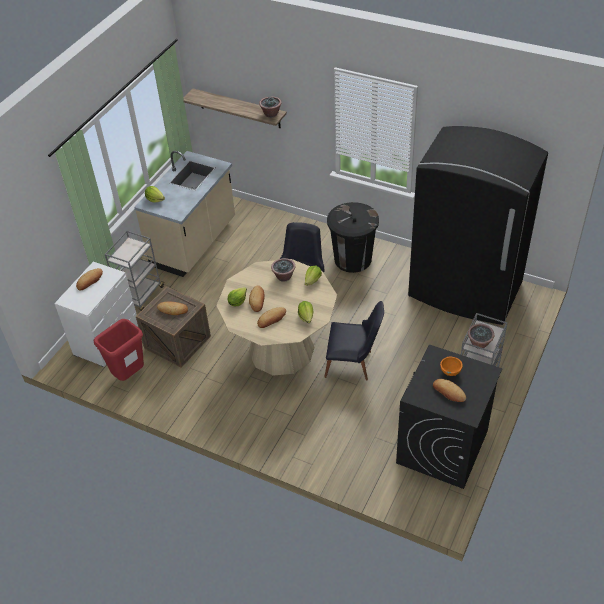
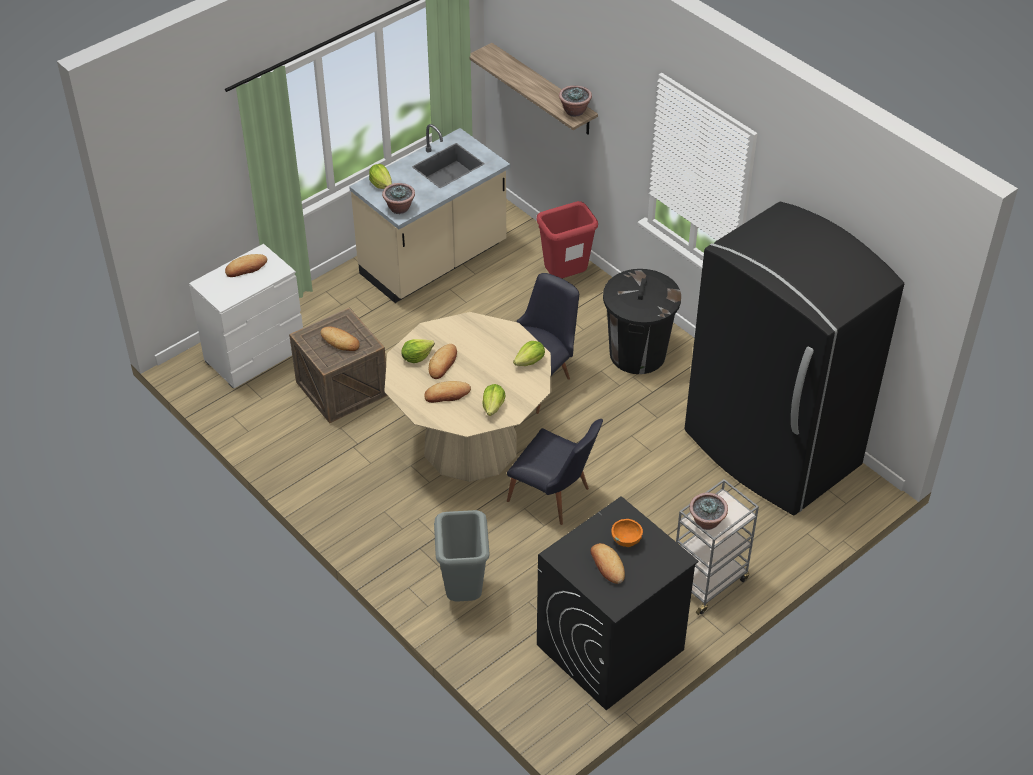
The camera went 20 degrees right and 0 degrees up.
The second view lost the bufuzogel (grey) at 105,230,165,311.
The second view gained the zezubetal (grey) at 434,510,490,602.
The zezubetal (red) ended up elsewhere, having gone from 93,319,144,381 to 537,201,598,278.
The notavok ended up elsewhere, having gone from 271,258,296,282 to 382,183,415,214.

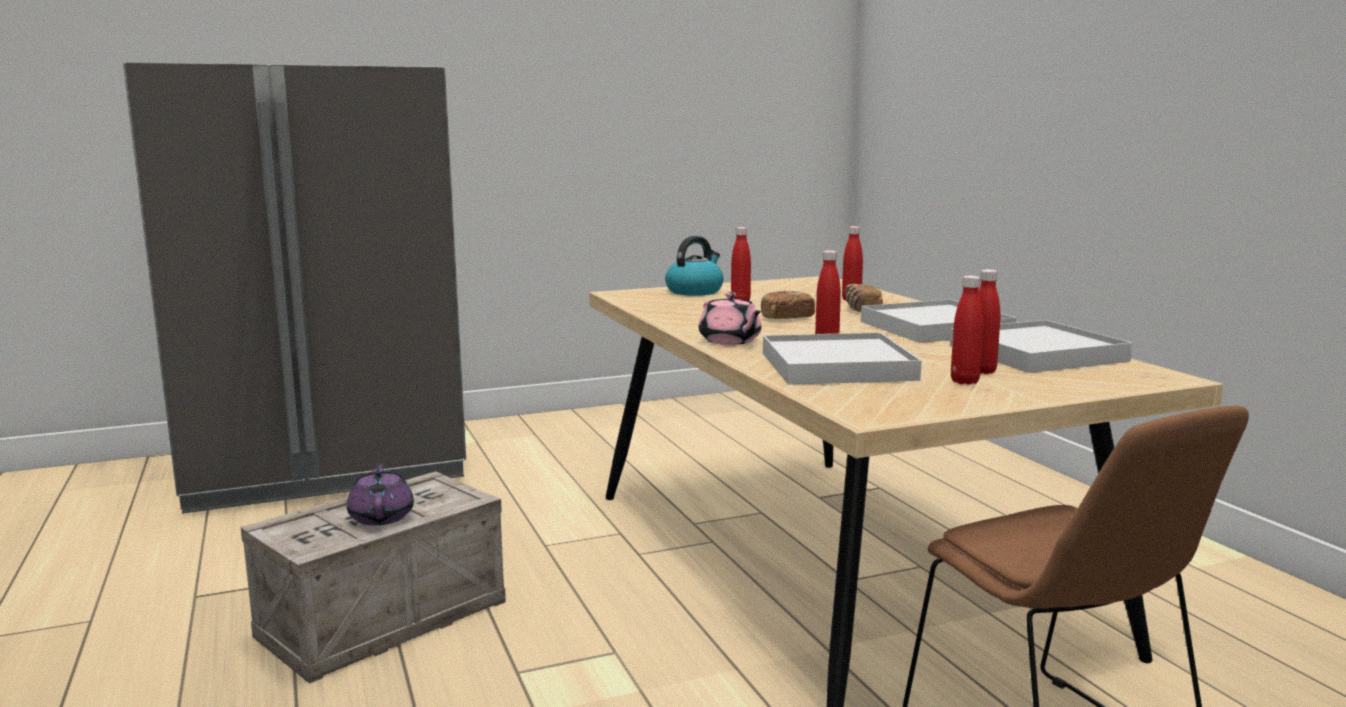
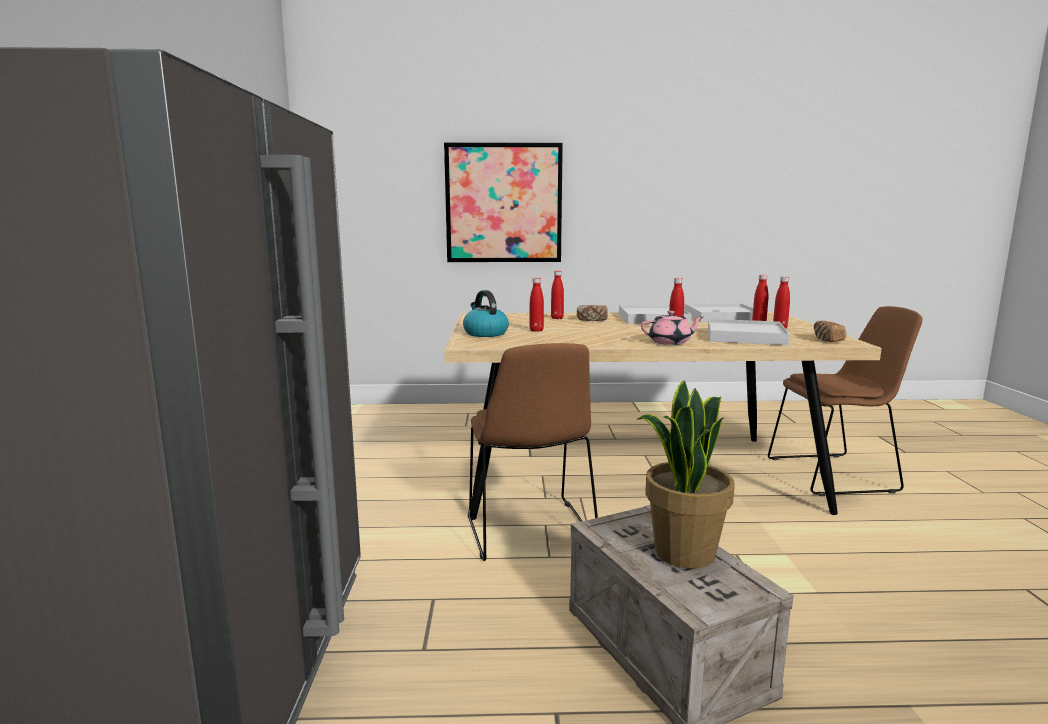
The camera went 70 degrees left and 0 degrees up.
The second view gained the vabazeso at 444,142,563,262.
The second view gained the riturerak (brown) at 468,343,598,561.
The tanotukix ended up elsewhere, having gone from 761,291,815,319 to 814,321,847,342.
Where the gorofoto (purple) stood at 347,462,414,525, the notavok came to stand at 638,381,735,569.

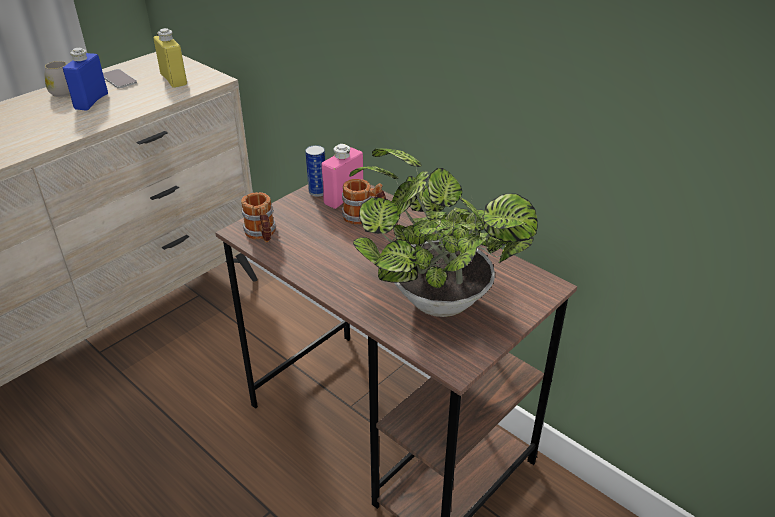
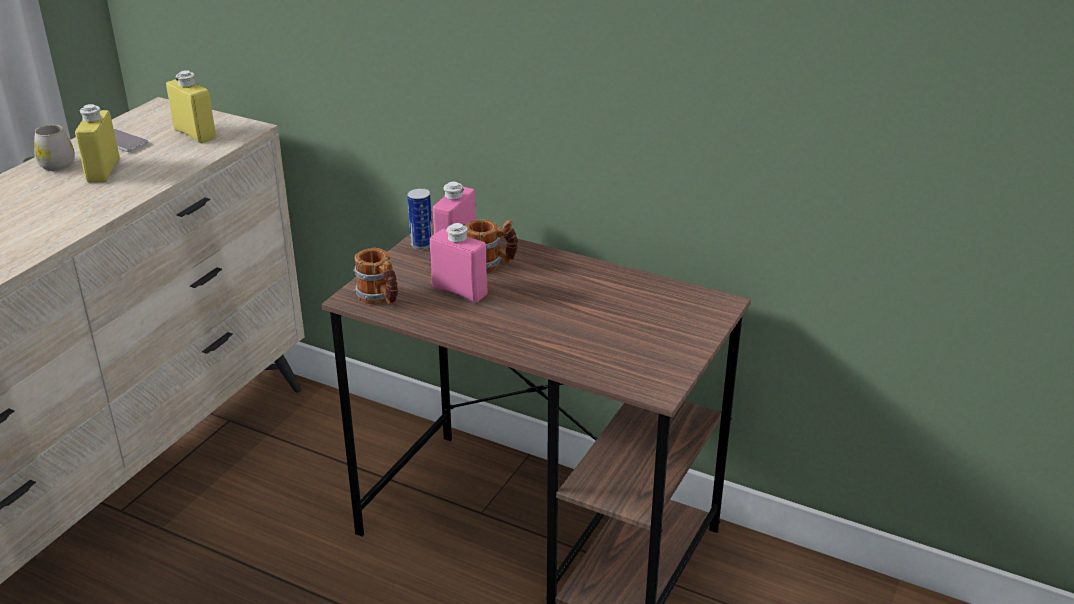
The camera went 15 degrees left and 5 degrees down.
The second view lost the notavok at 349,148,538,317.
The second view gained the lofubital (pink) at 430,223,487,302.
What was the lofubital (blue) at 63,48,108,110 turned into the lofubital (yellow) at 75,104,120,183.

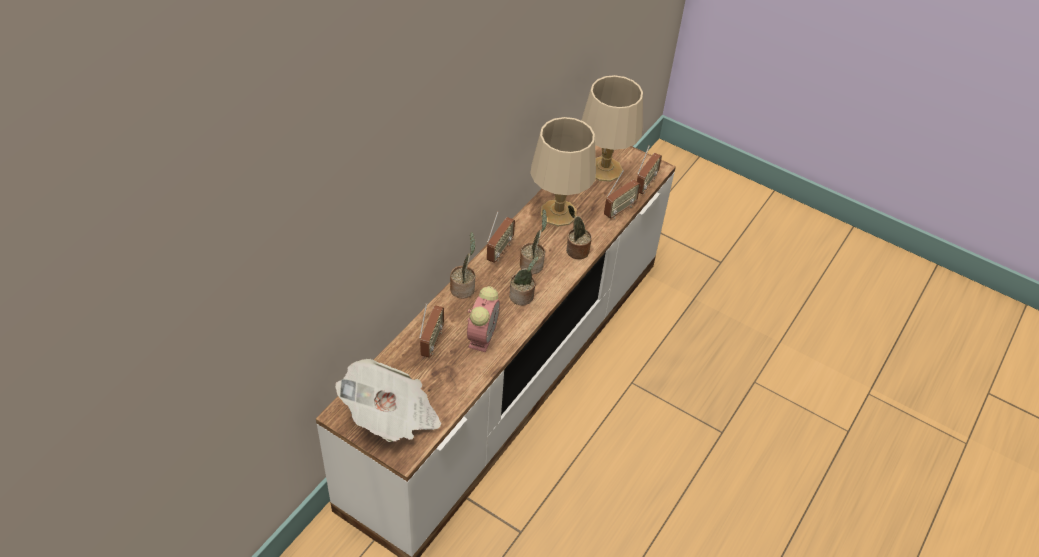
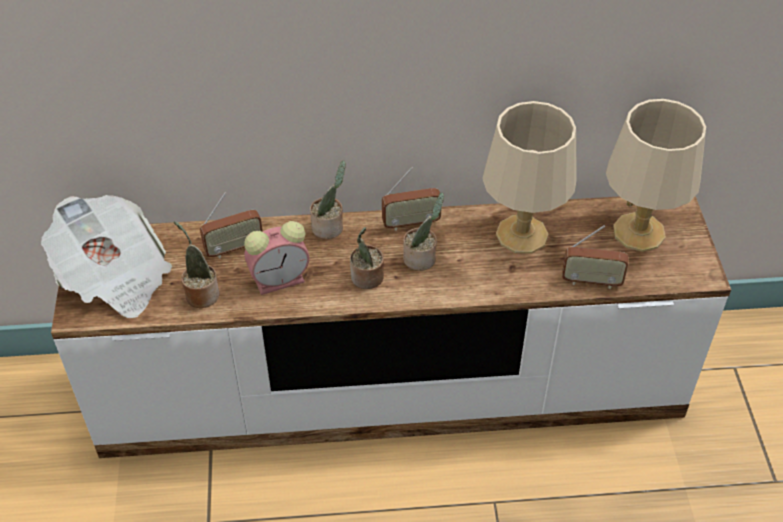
The camera went 55 degrees right and 0 degrees up.
The second view lost the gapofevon at 637,145,662,194.
The notavok ended up elsewhere, having gone from 566,205,592,259 to 174,221,220,308.

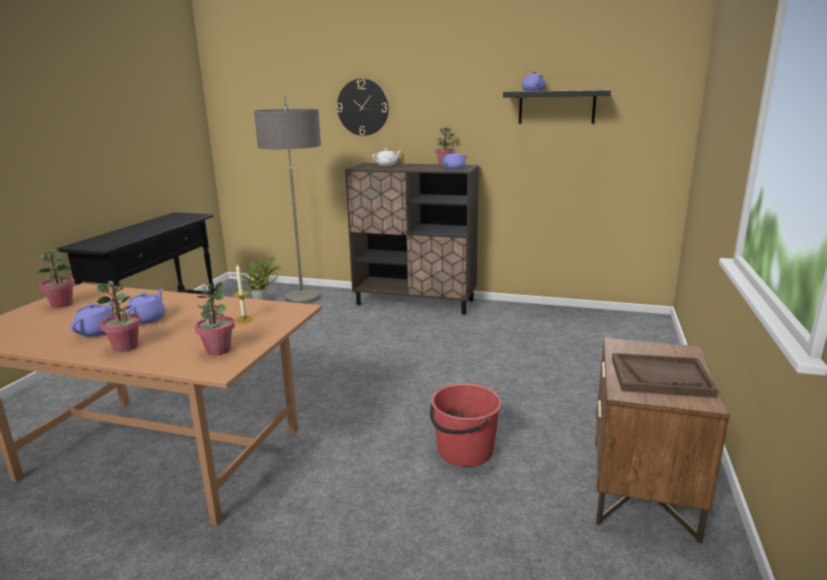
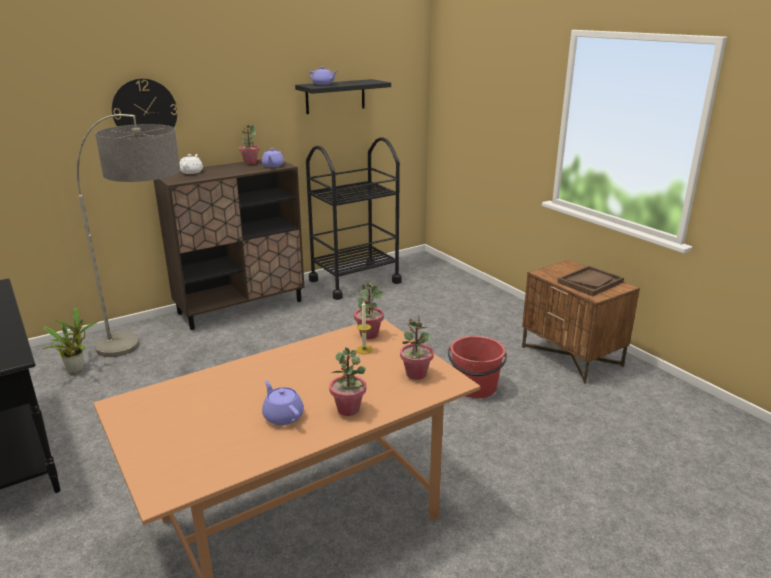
The camera went 50 degrees left and 5 degrees up.
The second view lost the gorofoto (purple) at 126,289,166,324.
The second view gained the bufuzogel (black) at 306,137,402,300.
The notavok ended up elsewhere, having gone from 38,249,75,308 to 354,282,384,339.

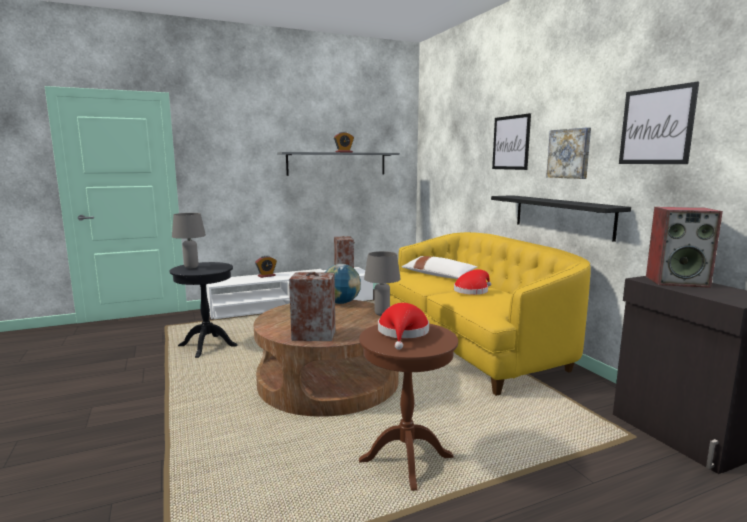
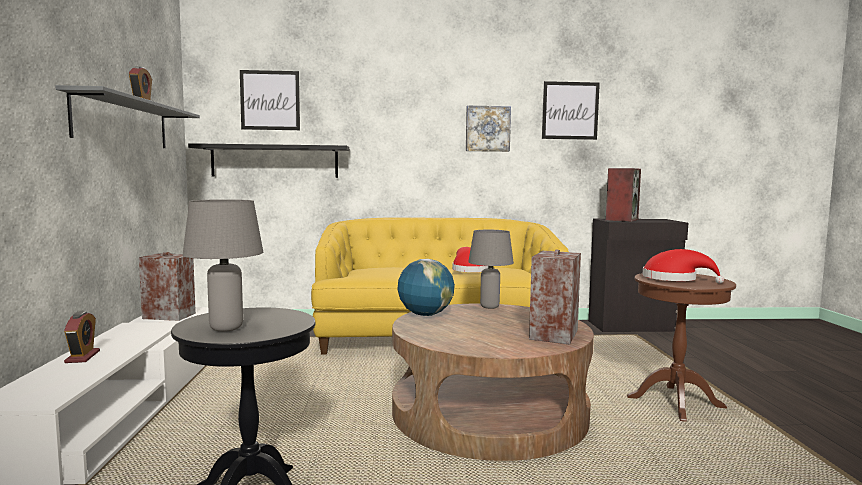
The camera went 70 degrees left and 5 degrees down.
The second view lost the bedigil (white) at 402,256,477,279.
The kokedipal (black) ended up elsewhere, having gone from 491,195,631,242 to 188,143,349,178.
The vabazeso ended up elsewhere, having gone from 492,113,531,170 to 240,70,300,130.

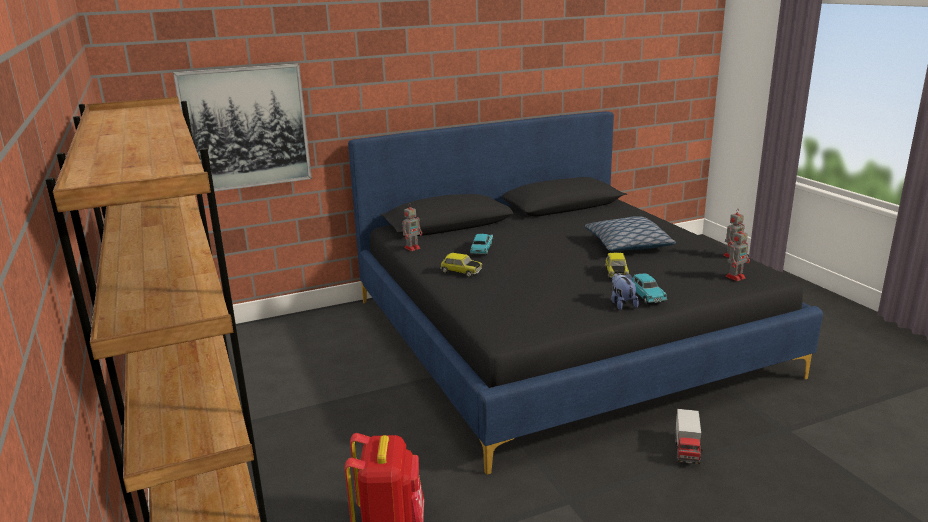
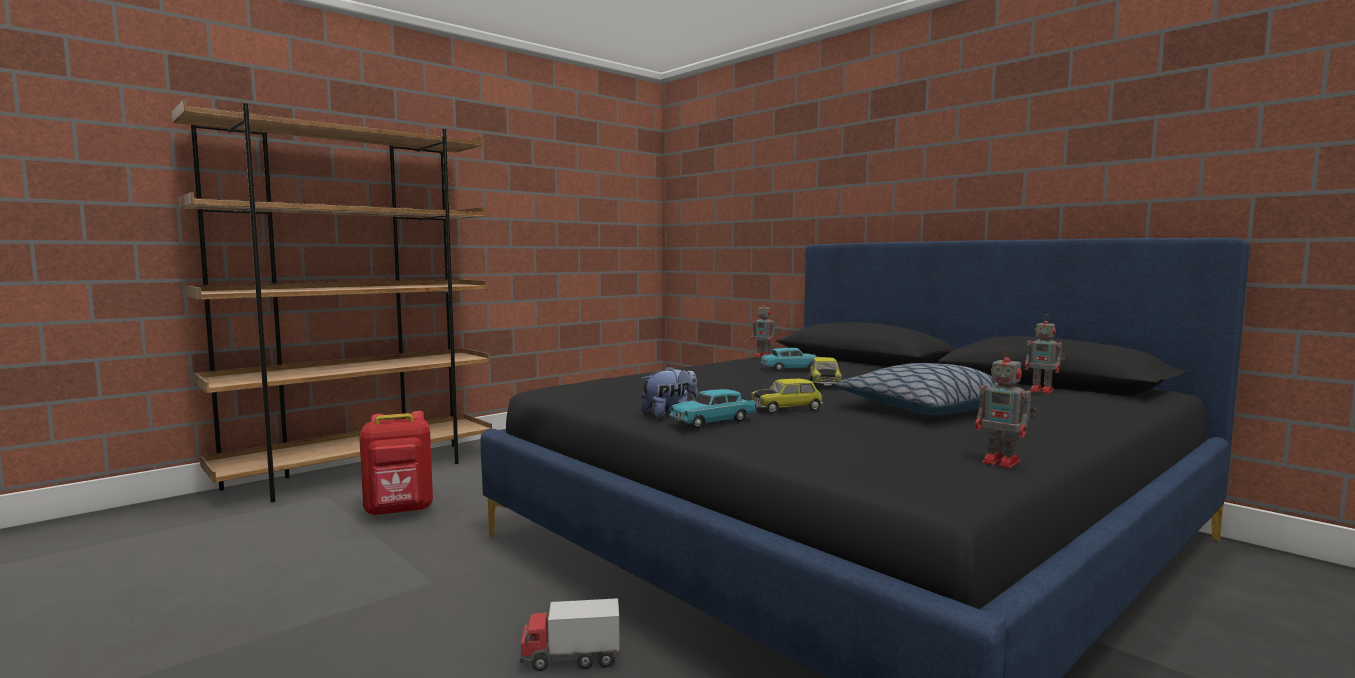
The camera went 70 degrees right and 15 degrees down.
The second view lost the vabazeso at 173,63,312,191.
The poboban ended up elsewhere, having gone from 440,253,482,277 to 809,357,842,387.
The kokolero ended up elsewhere, having gone from 725,226,750,281 to 1025,314,1065,394.

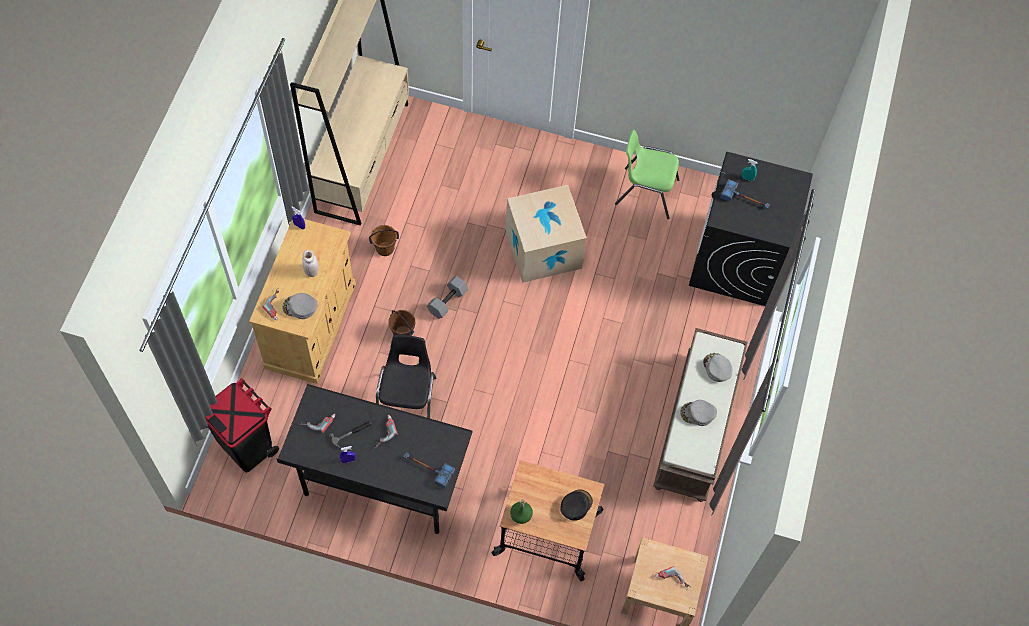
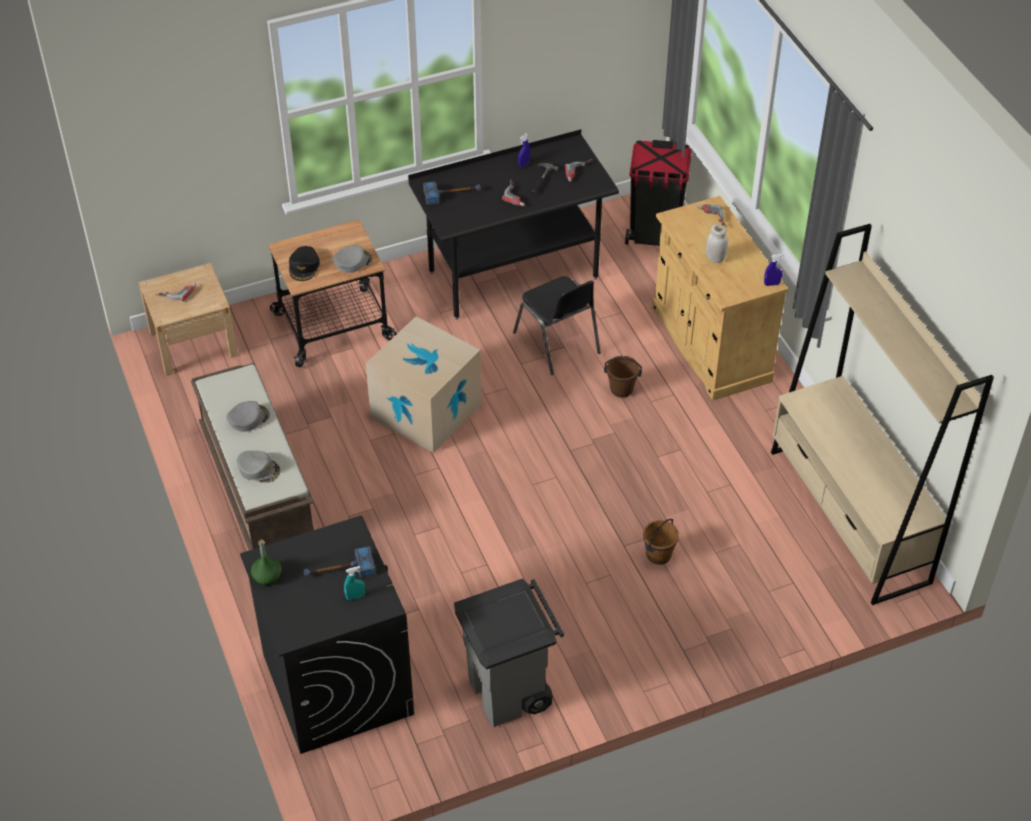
The camera went 145 degrees right and 15 degrees down.
The second view lost the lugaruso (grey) at 427,276,468,319.
The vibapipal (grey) ended up elsewhere, having gone from 282,293,318,319 to 332,245,373,273.
The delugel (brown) ended up elsewhere, having gone from 369,225,399,256 to 643,519,679,565.
The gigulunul ended up elsewhere, having gone from 506,185,587,283 to 366,316,481,453.
The lofubital (green) ended up elsewhere, having gone from 510,499,533,524 to 251,540,281,586.
Where the riturerak (green) stood at 615,130,679,219, the zezubetal (grey) came to stand at 454,579,564,727.

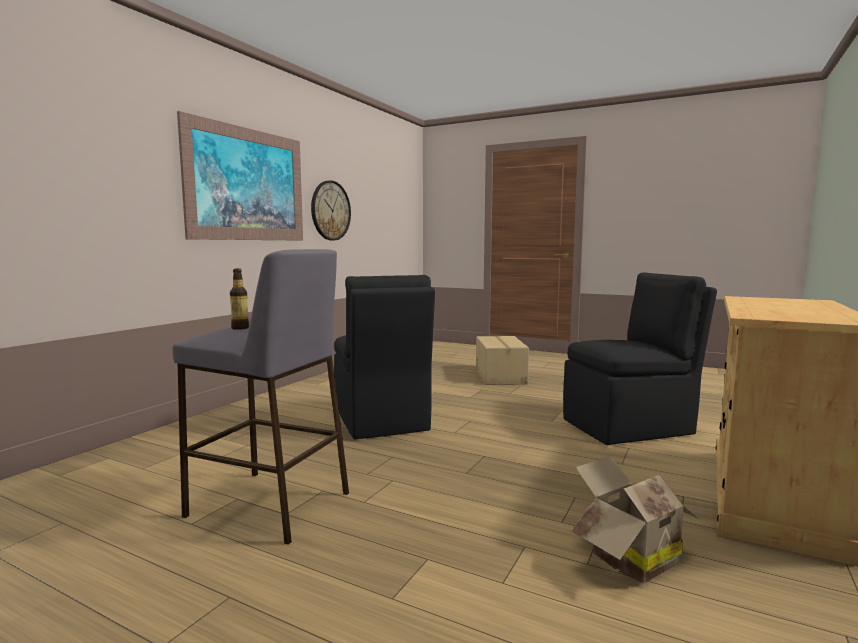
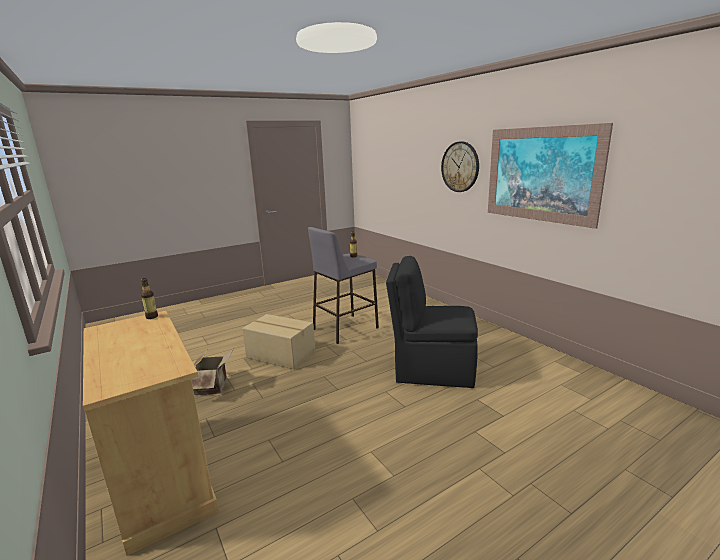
The camera went 120 degrees right and 10 degrees up.
The second view lost the riturerak (black) at 563,272,717,445.
The second view gained the lofubital at 141,278,158,319.
The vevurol ended up elsewhere, having gone from 311,180,351,240 to 441,141,479,192.
The gigulunul ended up elsewhere, having gone from 476,336,529,385 to 242,314,316,370.

